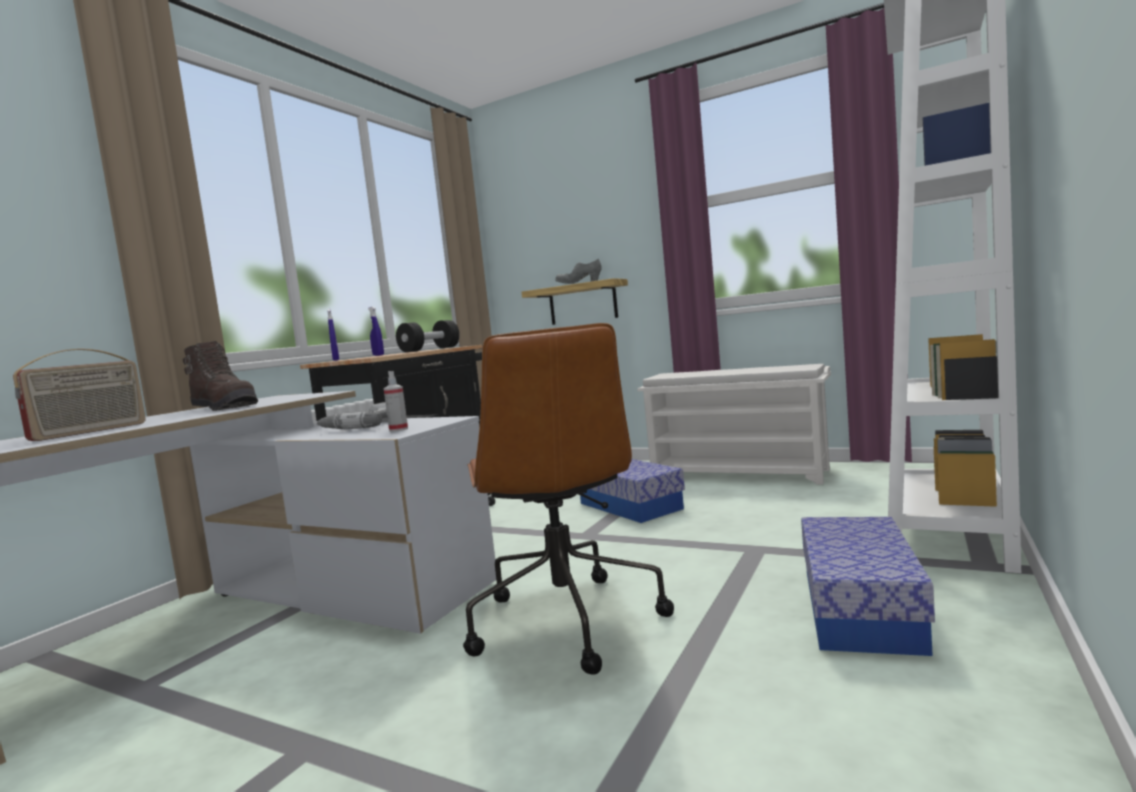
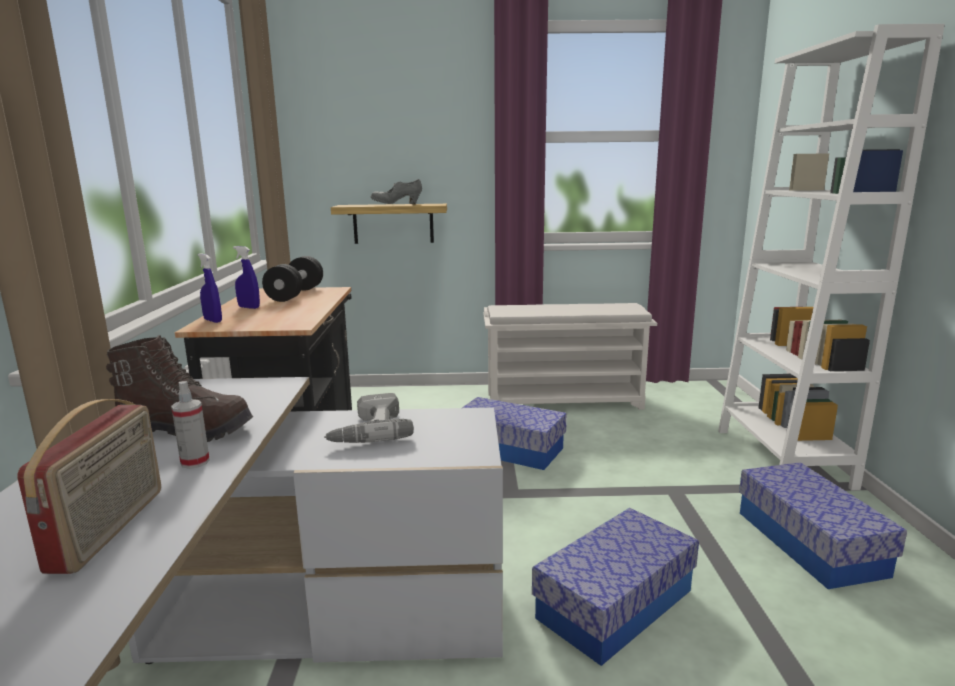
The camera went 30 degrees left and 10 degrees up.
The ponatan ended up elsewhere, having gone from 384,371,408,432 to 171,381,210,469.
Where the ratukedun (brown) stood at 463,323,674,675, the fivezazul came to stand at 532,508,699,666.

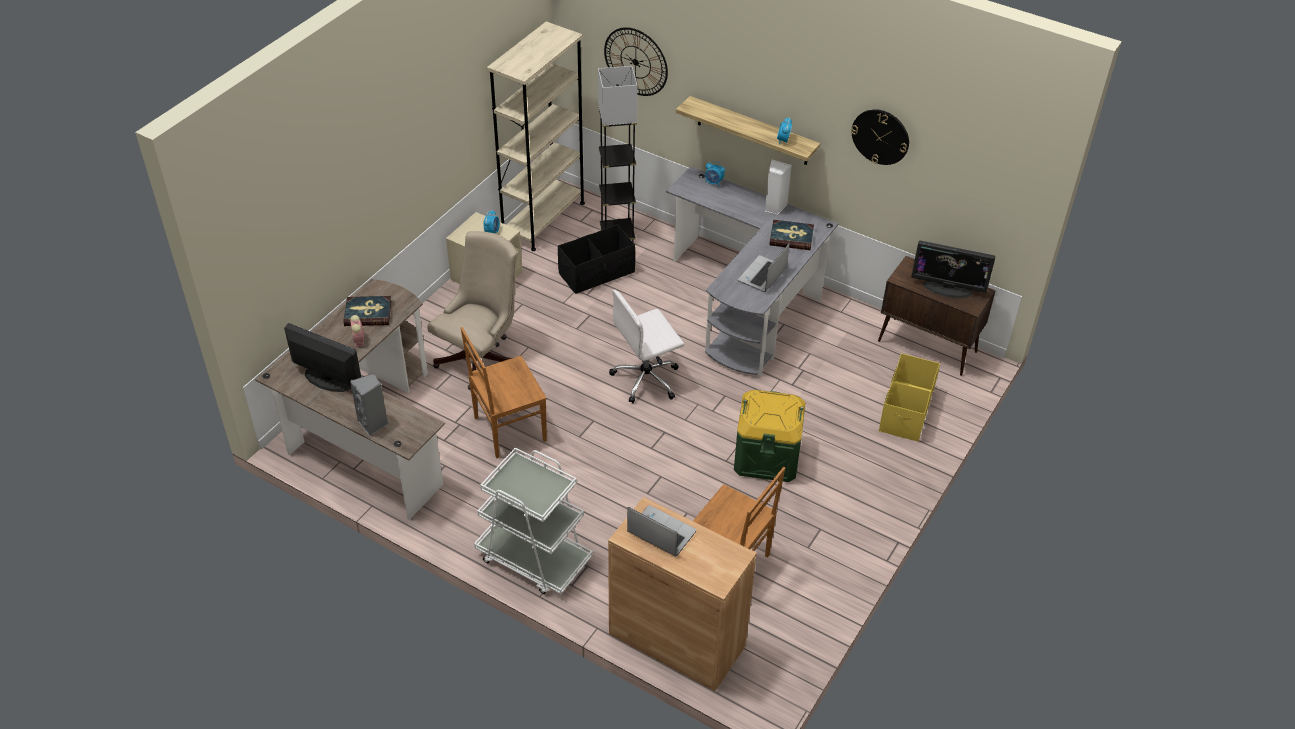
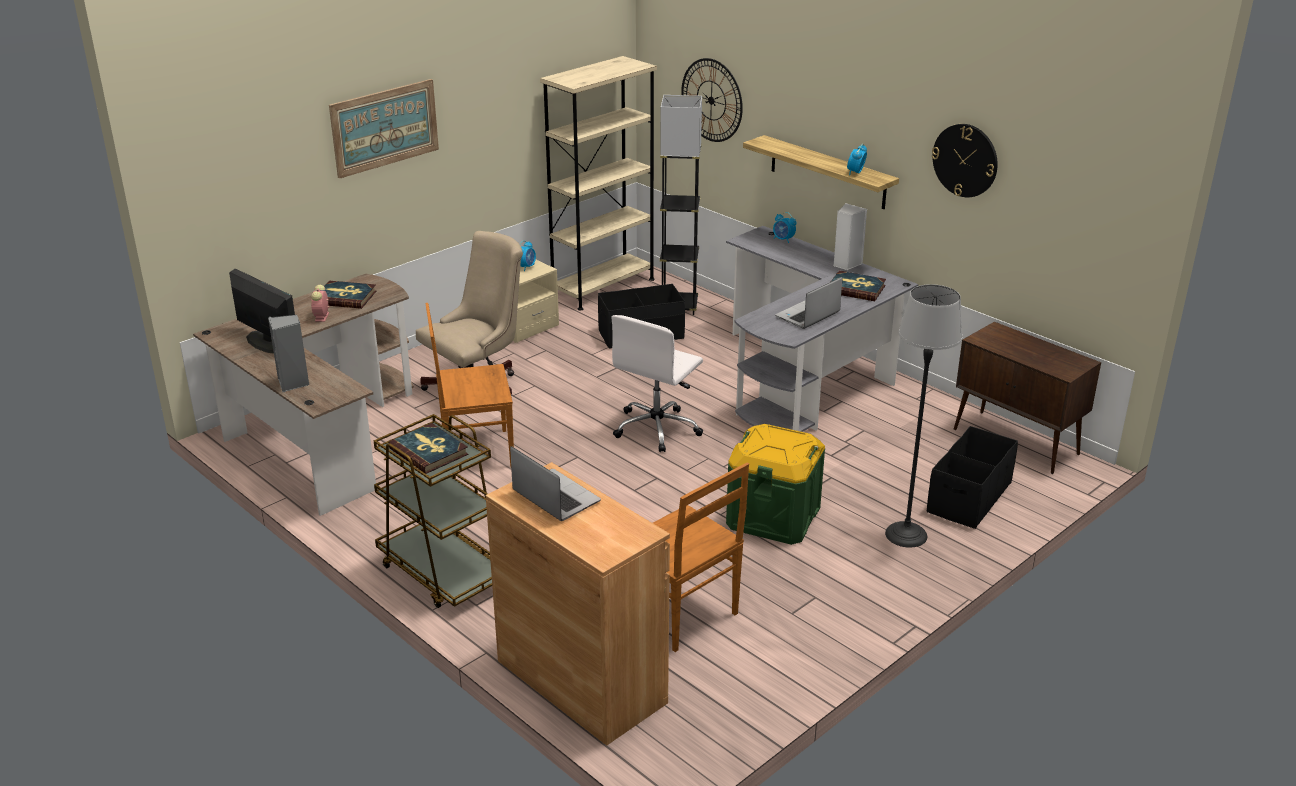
The camera went 15 degrees right and 15 degrees down.
The second view lost the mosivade at 911,241,995,298.
The second view gained the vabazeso at 329,79,439,179.
The second view gained the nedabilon at 389,423,468,474.
The second view gained the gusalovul at 885,284,963,548.
What was the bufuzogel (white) at 474,447,593,594 turned into the bufuzogel (brown) at 374,414,492,608.
What was the fivezazul (yellow) at 879,353,940,442 turned into the fivezazul (black) at 927,426,1018,529.
The ratukedun (white) at 609,290,684,403 ended up facing another way, 45 degrees counterclockwise from before.

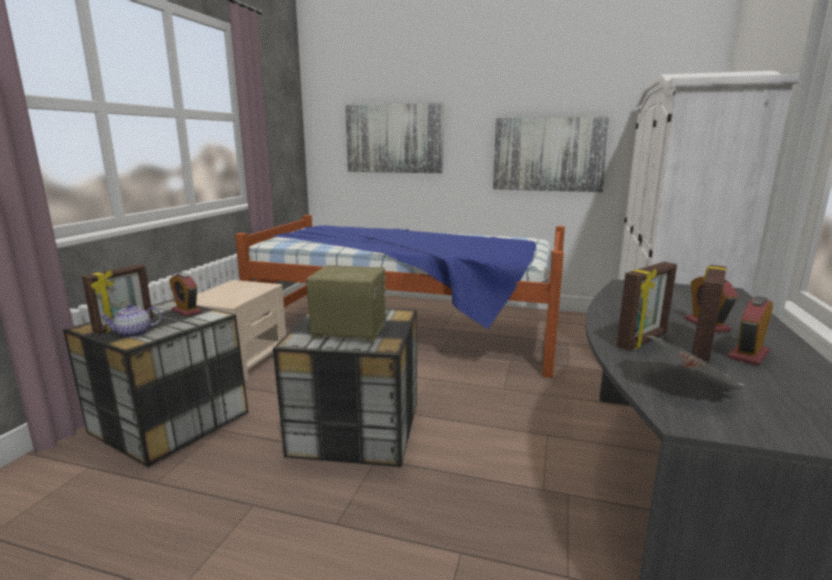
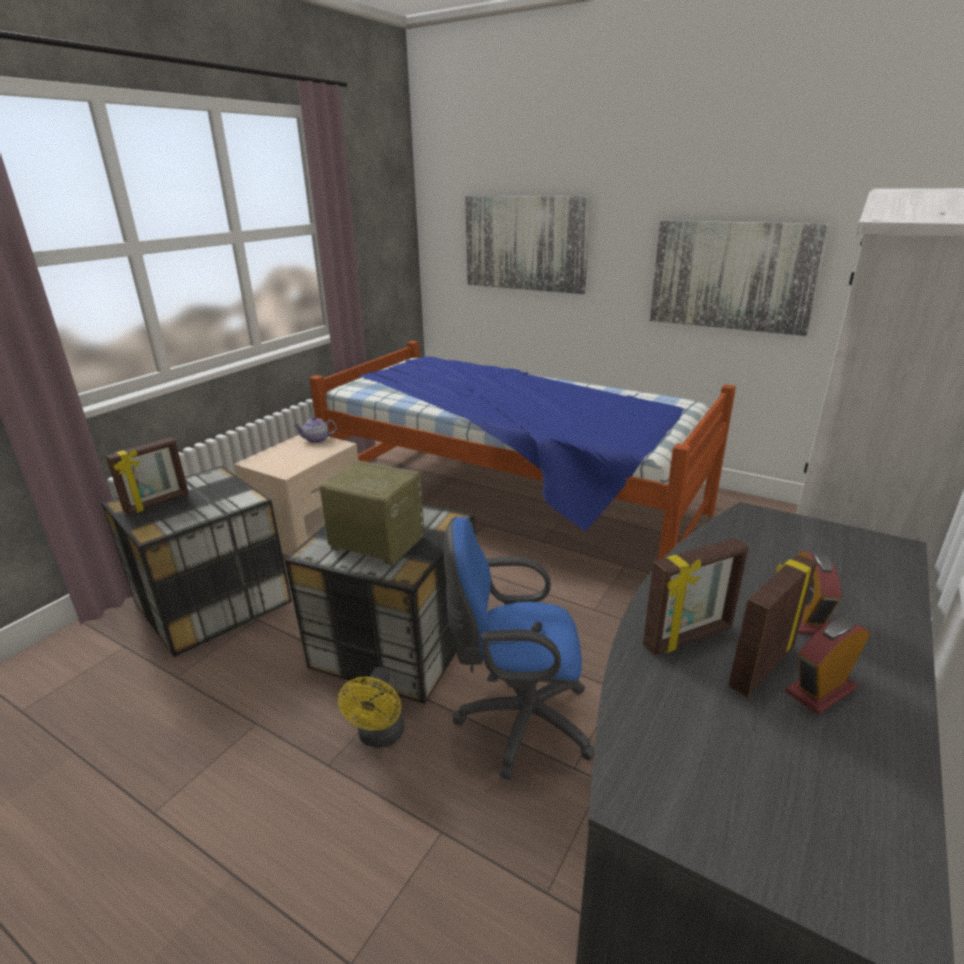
The camera went 15 degrees right and 10 degrees up.
The second view lost the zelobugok at 169,273,202,317.
The second view lost the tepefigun at 642,334,743,386.
The second view gained the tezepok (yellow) at 338,667,404,748.
The second view gained the ratukedun (blue) at 444,517,595,780.
The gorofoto ended up elsewhere, having gone from 100,304,162,338 to 293,417,337,443.

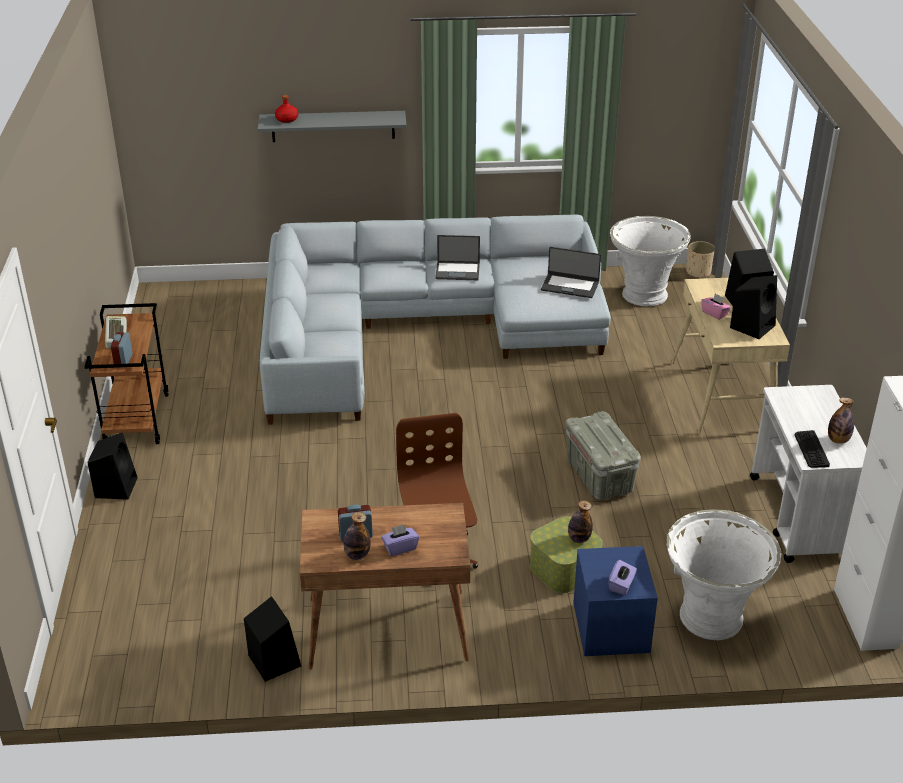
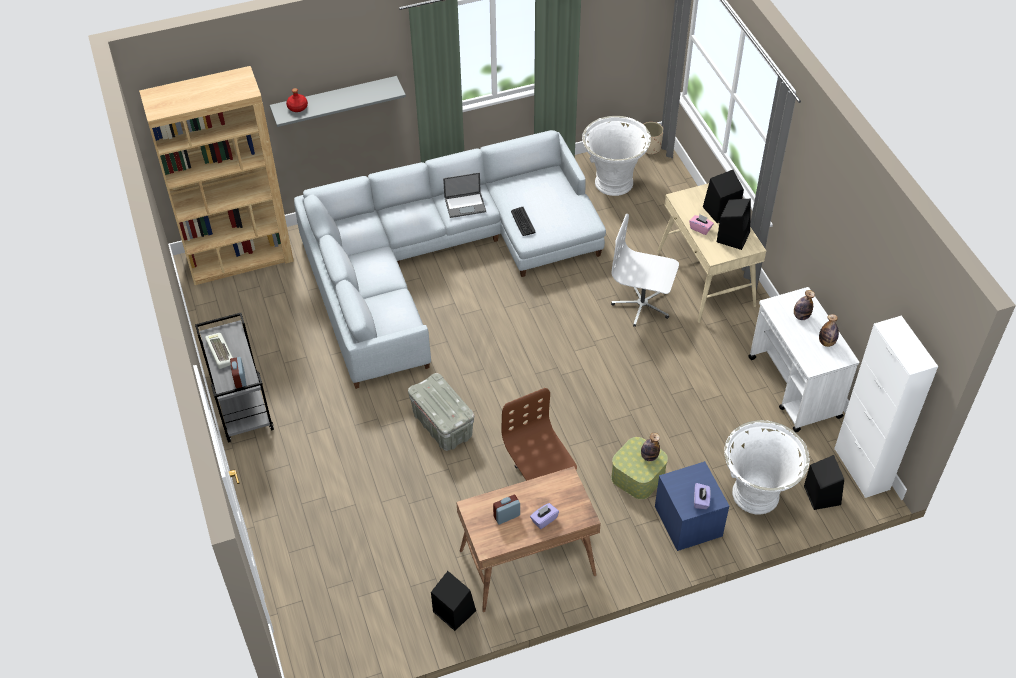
The camera went 15 degrees left and 15 degrees up.
The second view lost the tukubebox at 541,247,601,298.
The second view gained the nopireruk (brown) at 139,66,294,285.
The second view gained the ratukedun (white) at 611,214,679,327.
The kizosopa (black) ended up elsewhere, having gone from 88,433,138,500 to 804,455,844,510.
The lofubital ended up elsewhere, having gone from 343,512,371,560 to 794,290,815,320.
The fivezazul (grey) ended up elsewhere, having gone from 565,412,641,500 to 408,373,474,451.
The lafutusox ended up elsewhere, having gone from 795,430,830,468 to 511,207,535,236.
What was the bufuzogel (brown) at 85,303,169,444 turned into the bufuzogel (grey) at 195,313,274,443.

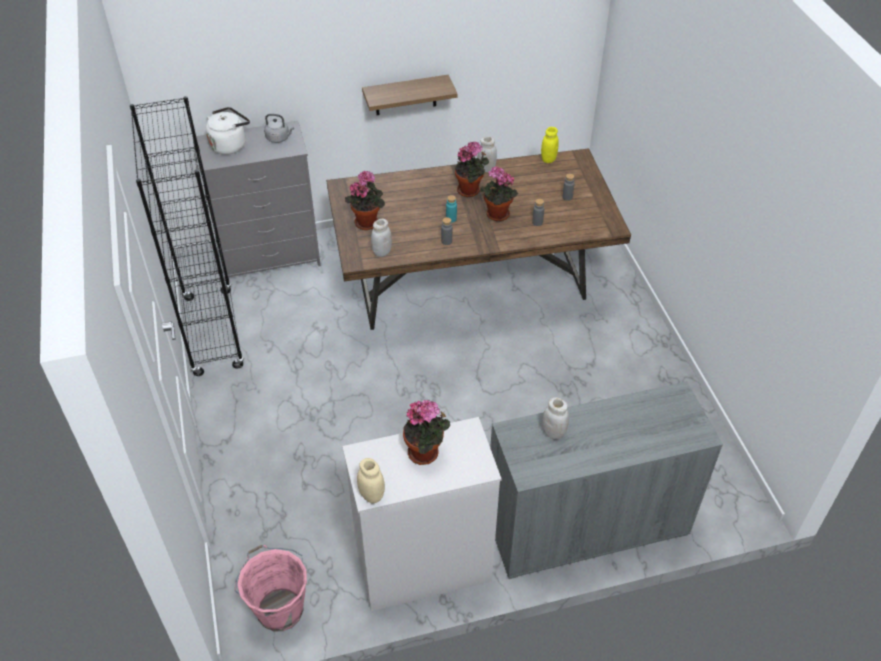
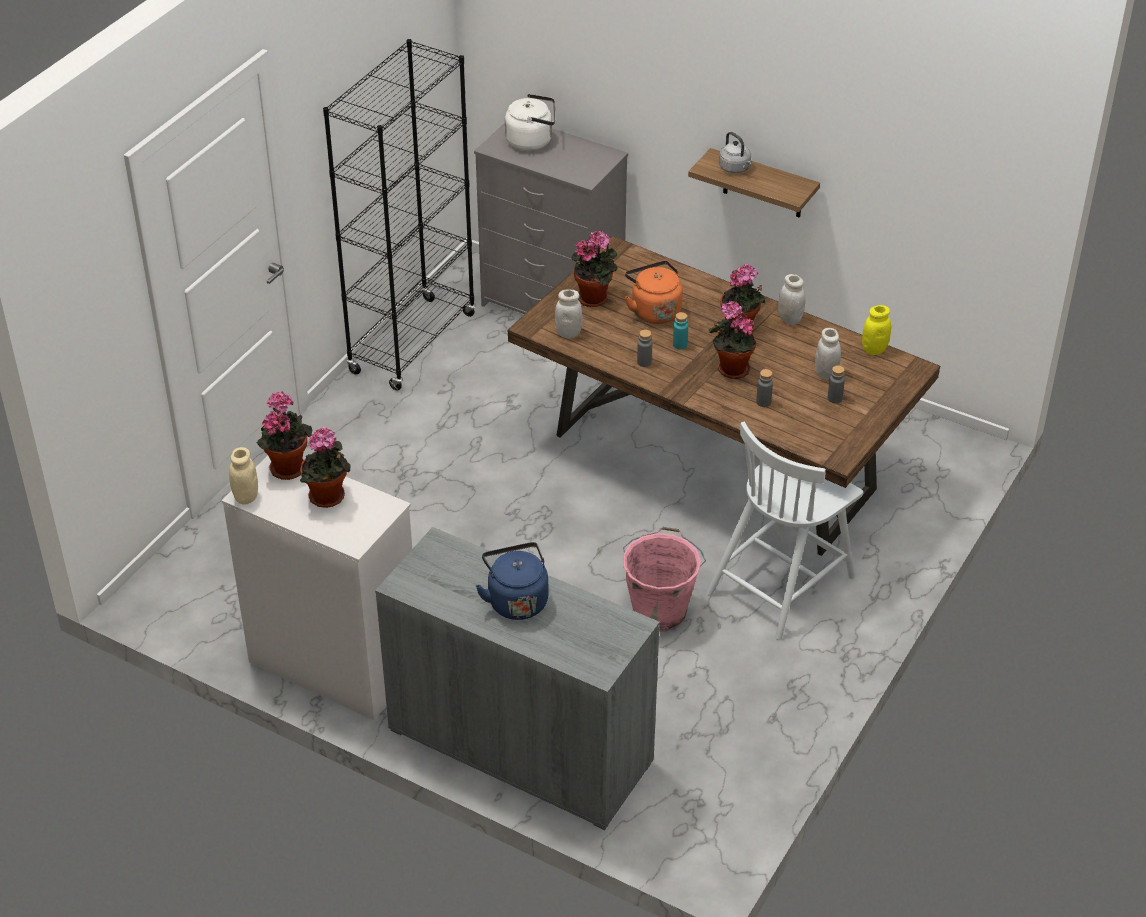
The camera went 45 degrees right and 5 degrees down.
The second view gained the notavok at 256,392,312,480.
The second view gained the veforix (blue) at 476,542,549,620.
The second view gained the veforix (orange) at 625,261,683,324.
The second view gained the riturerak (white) at 707,422,863,640.
The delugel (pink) ended up elsewhere, having gone from 235,545,307,632 to 623,527,706,632.
The veforix (grey) ended up elsewhere, having gone from 264,114,294,143 to 719,132,752,173.
The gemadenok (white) ended up elsewhere, having gone from 542,397,569,440 to 815,328,841,380.

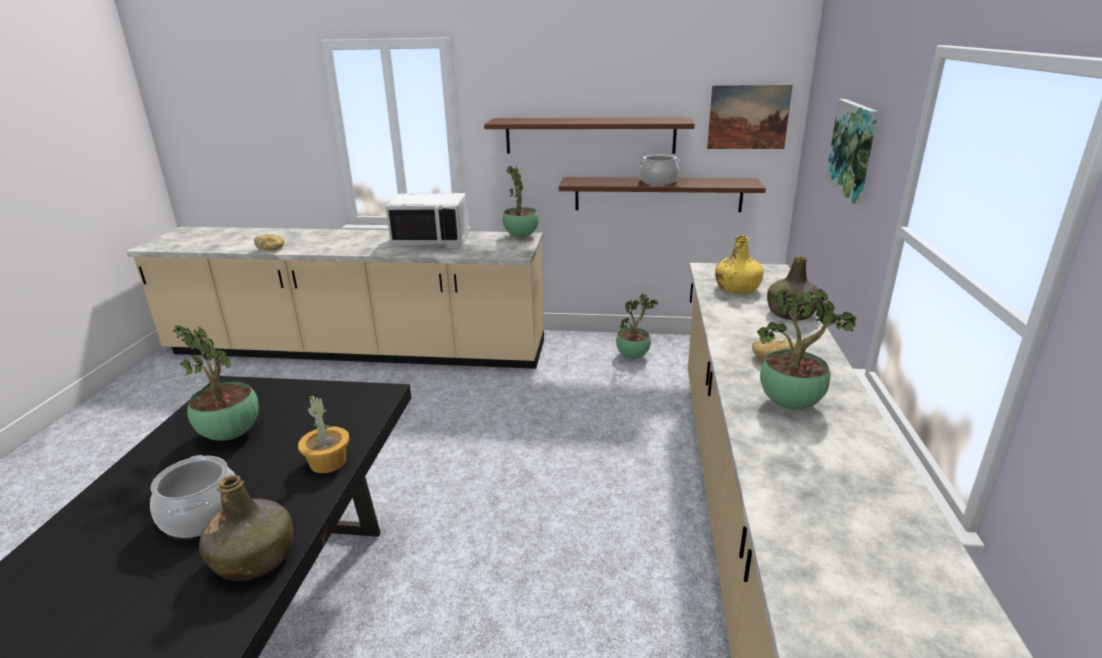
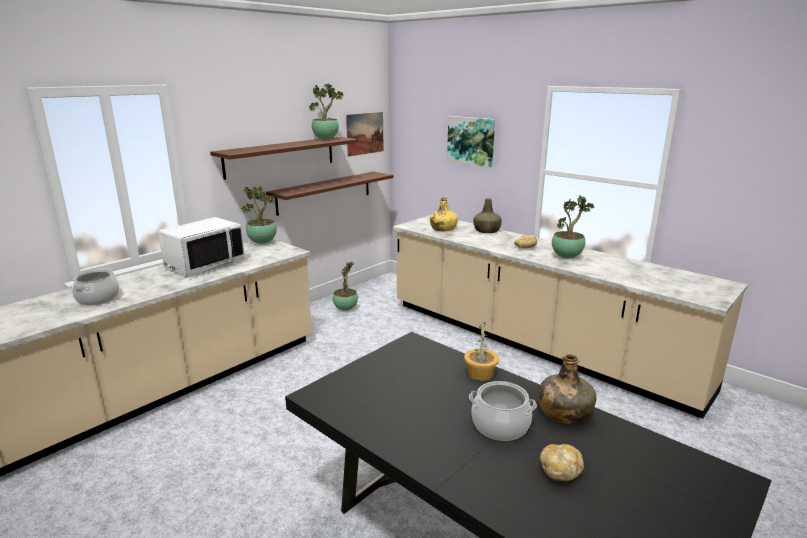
The camera went 55 degrees left and 5 degrees down.
The notavok ended up elsewhere, having gone from 173,325,259,441 to 309,84,343,140.
The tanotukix ended up elsewhere, having gone from 254,234,284,251 to 540,444,584,481.
The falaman ended up elsewhere, having gone from 639,154,680,185 to 72,270,120,305.

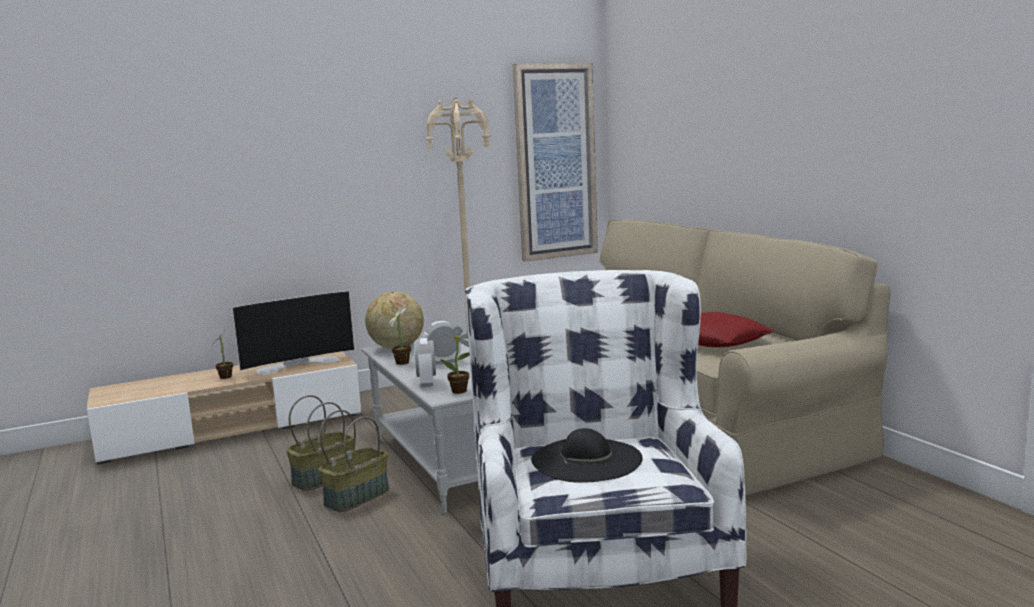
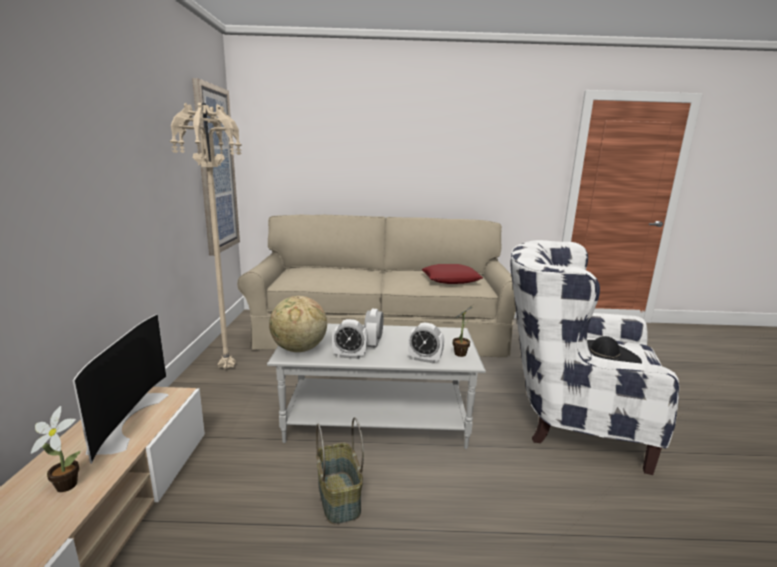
The camera went 65 degrees left and 5 degrees up.
The second view lost the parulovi at 318,410,389,512.
Where the notavok stood at 388,301,411,365, the zelobugok came to stand at 332,319,368,359.

